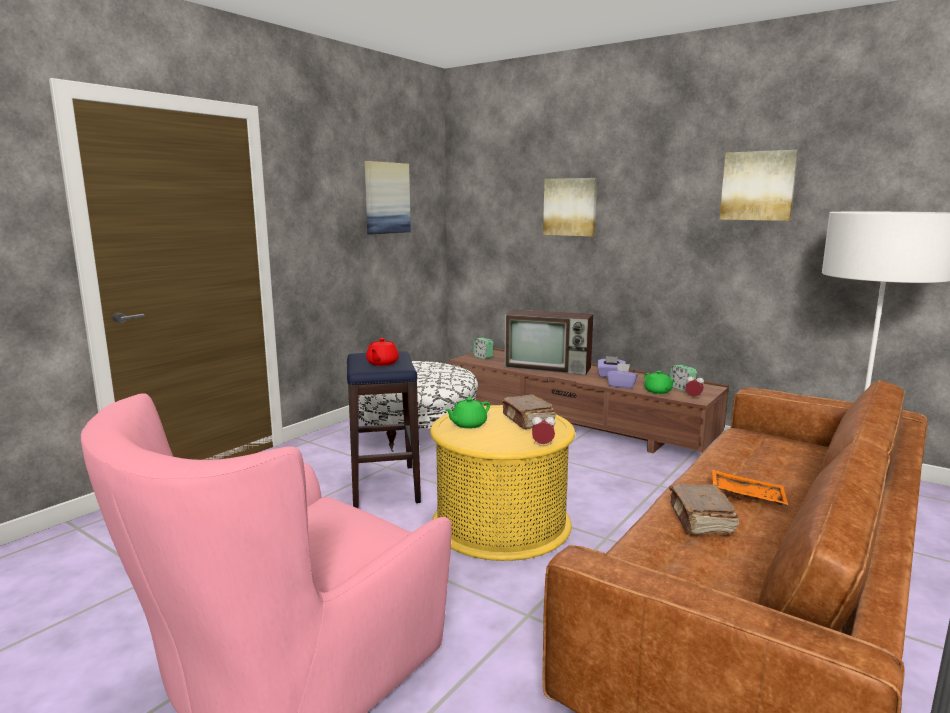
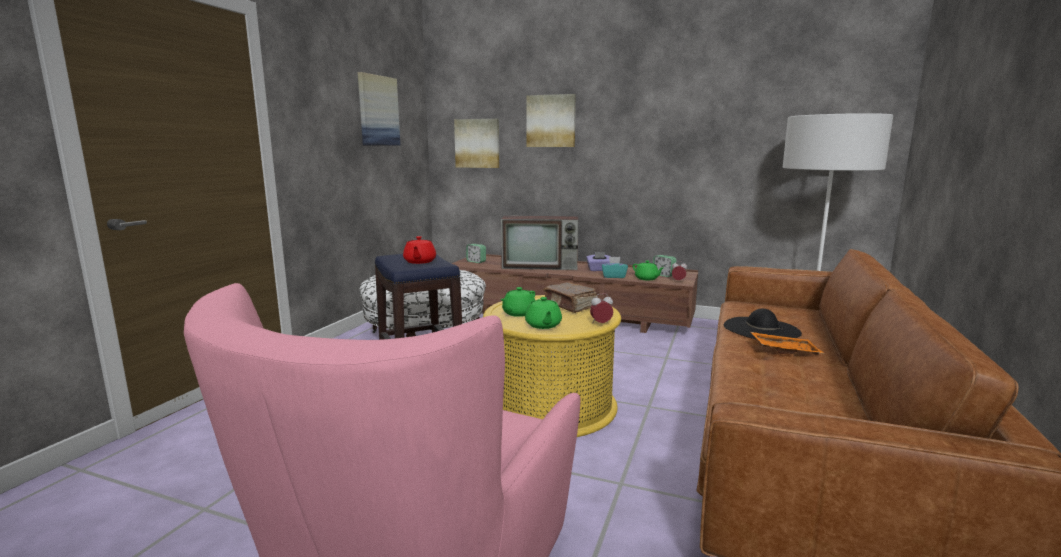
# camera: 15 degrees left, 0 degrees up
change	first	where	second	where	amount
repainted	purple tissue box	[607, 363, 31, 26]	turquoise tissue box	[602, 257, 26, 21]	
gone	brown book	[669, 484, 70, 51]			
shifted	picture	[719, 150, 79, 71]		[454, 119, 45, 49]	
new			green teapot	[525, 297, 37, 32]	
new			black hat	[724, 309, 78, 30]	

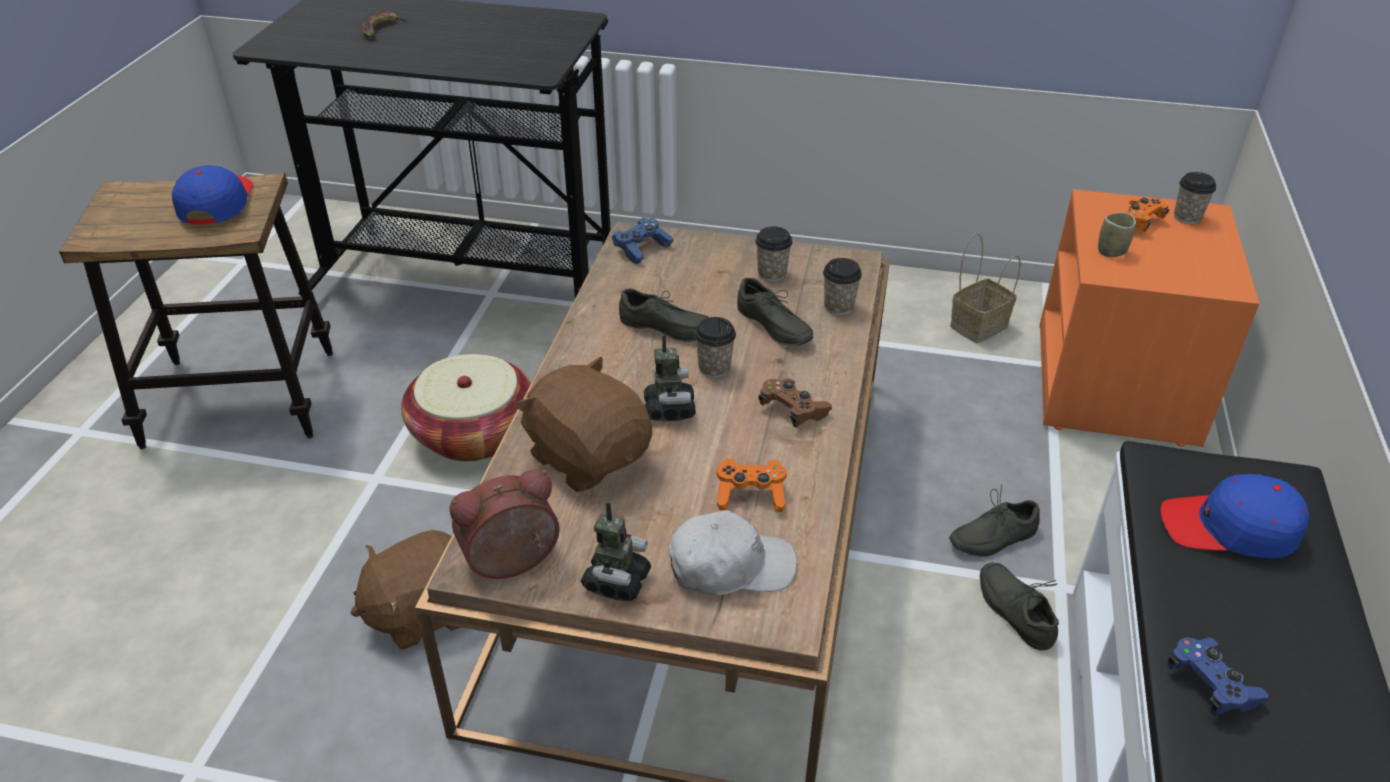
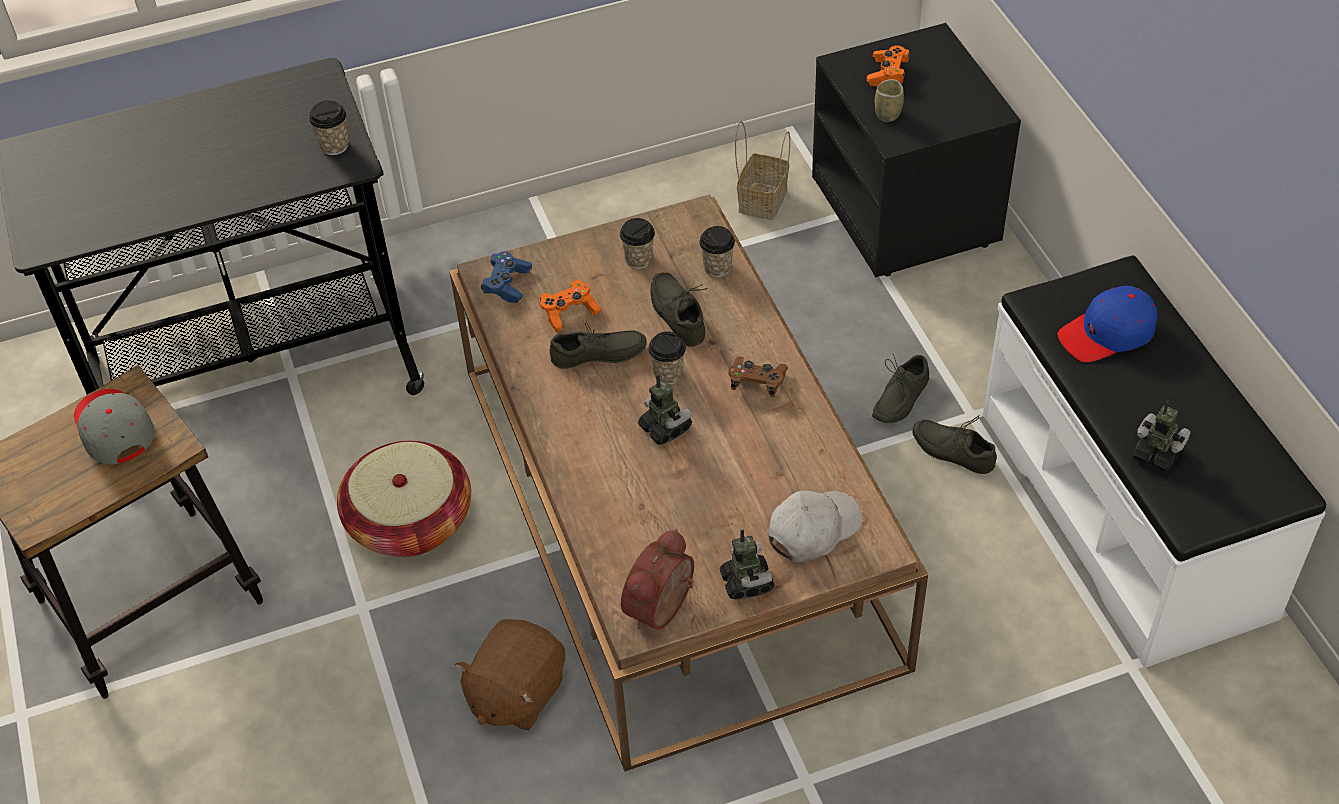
# camera: 30 degrees left, 10 degrees up
change	first	where	second	where	amount
repainted	blue cap	[172, 165, 81, 59]	grey cap	[74, 389, 81, 75]	
gone	banana	[361, 11, 48, 26]			
gone	brown plush toy	[515, 356, 137, 136]			
shifted	orange game controller	[716, 459, 70, 53]		[540, 280, 61, 52]	
rotated	grey shoe	[737, 278, 77, 68]		[650, 273, 58, 73]	135 degrees counterclockwise
repainted	orange nightstand	[1039, 189, 220, 258]	black nightstand	[812, 23, 209, 255]	
swapped	blue game controller	[1167, 637, 102, 79]	toy robot	[1133, 401, 57, 71]	
shifted	cup	[1174, 172, 42, 52]		[309, 100, 40, 55]	

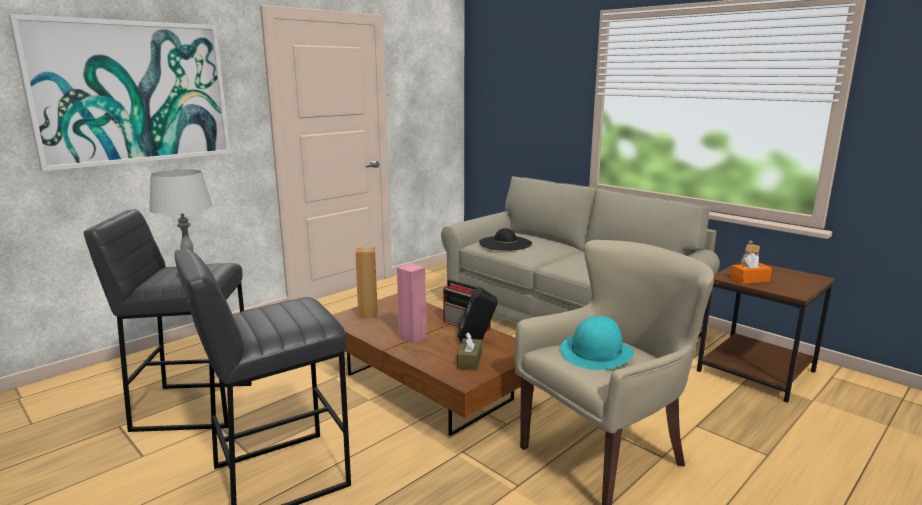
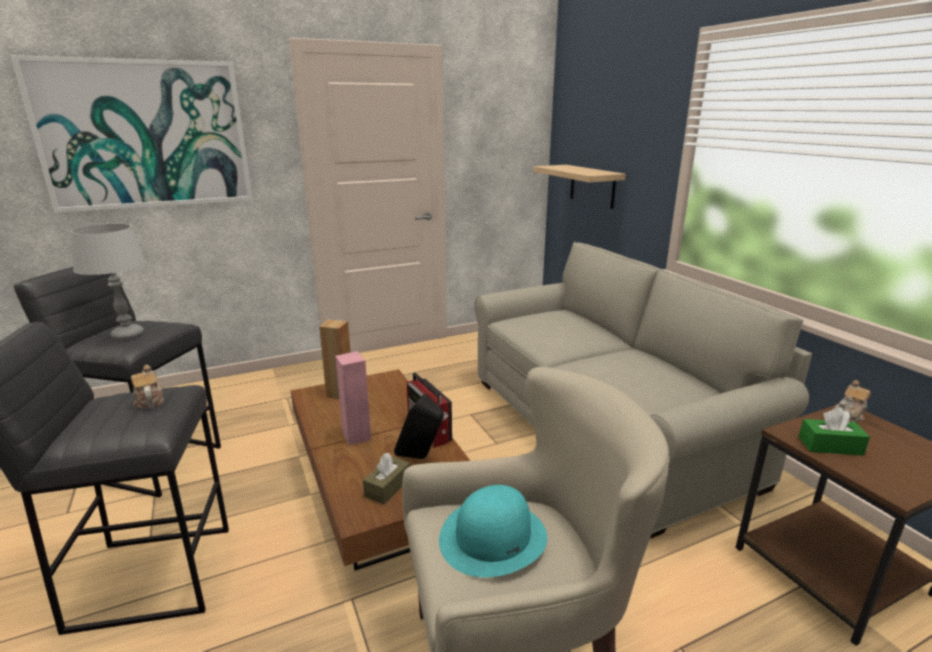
# camera: 20 degrees right, 5 degrees up
change	first	where	second	where	amount
gone	black hat	[479, 228, 53, 23]			
repainted	orange tissue box	[731, 253, 41, 31]	green tissue box	[799, 408, 71, 48]	
new			teapot	[131, 365, 32, 44]	
new			shelf	[533, 165, 93, 44]	

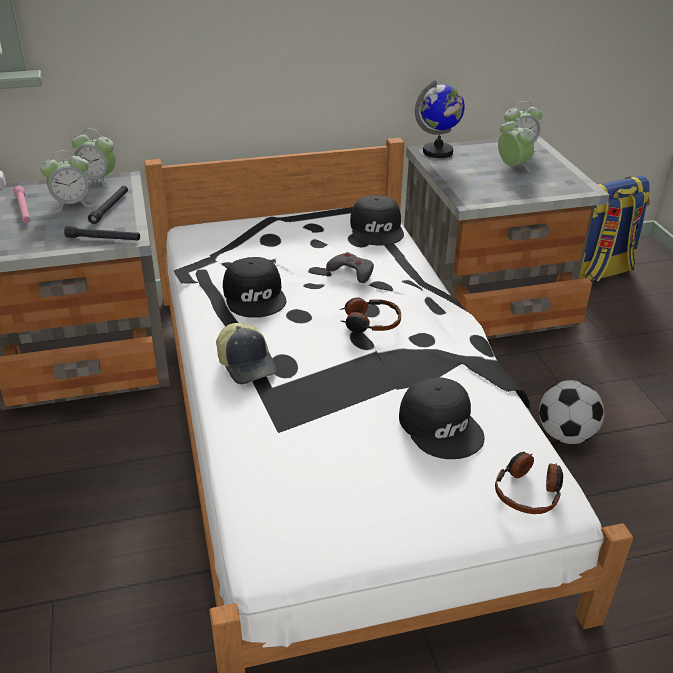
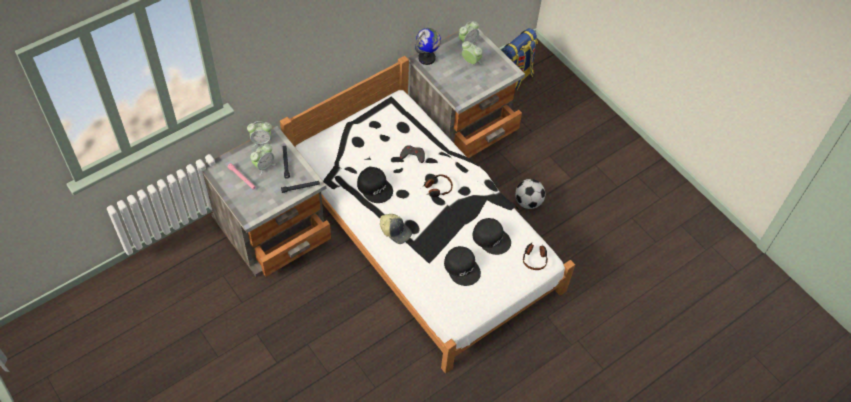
# camera: 25 degrees left, 20 degrees up
change	first	where	second	where	amount
shifted	black cap	[350, 195, 54, 51]		[444, 246, 37, 40]	

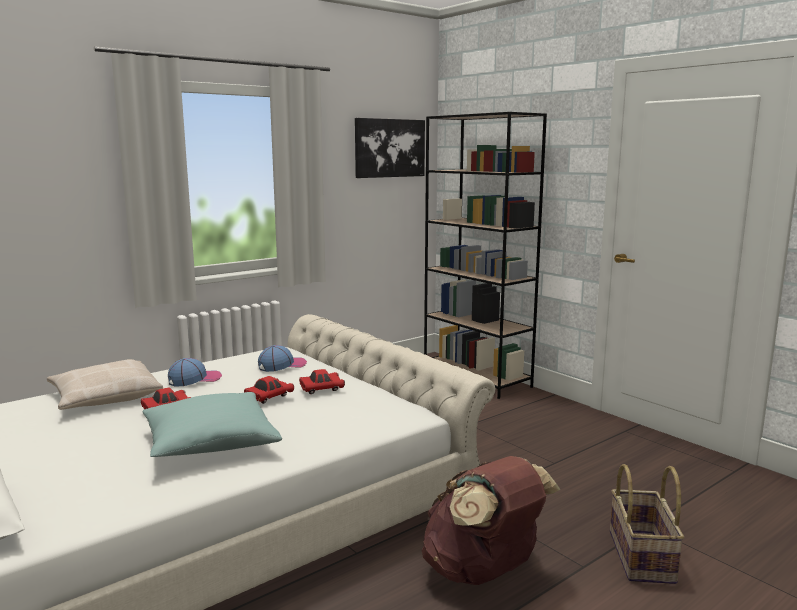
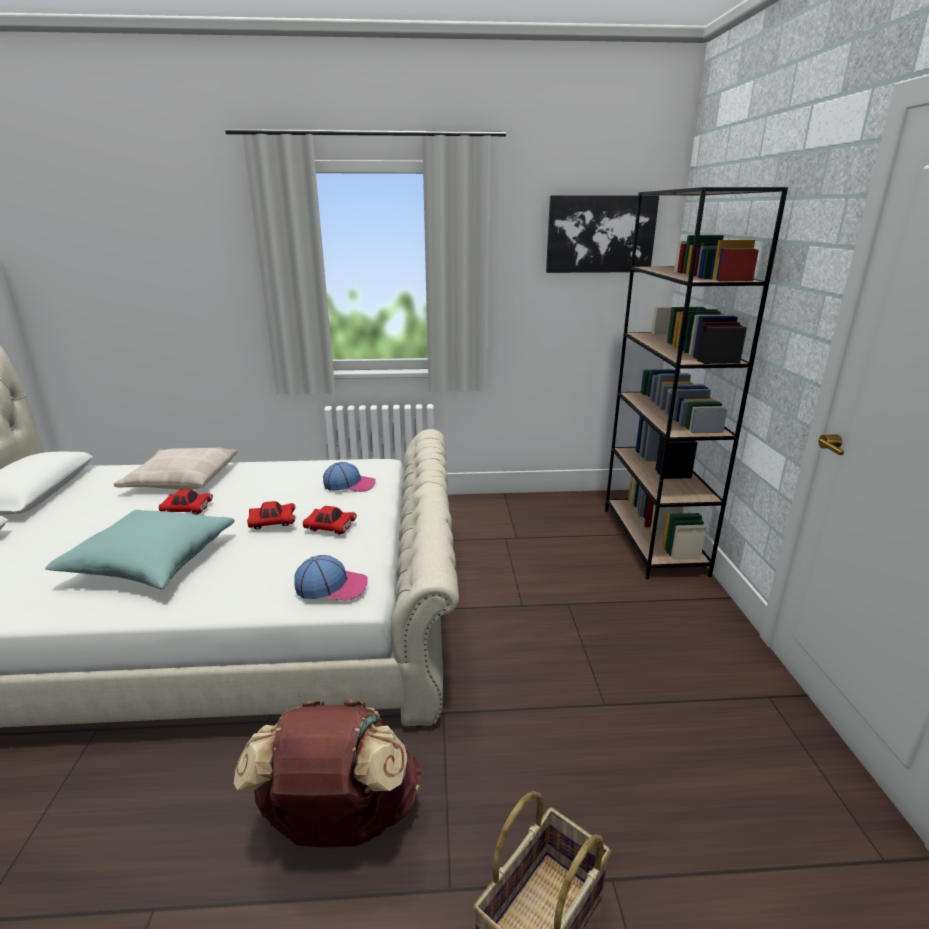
# camera: 35 degrees right, 10 degrees up
change	first	where	second	where	amount
shifted	cap	[168, 358, 54, 29]		[294, 555, 74, 46]	

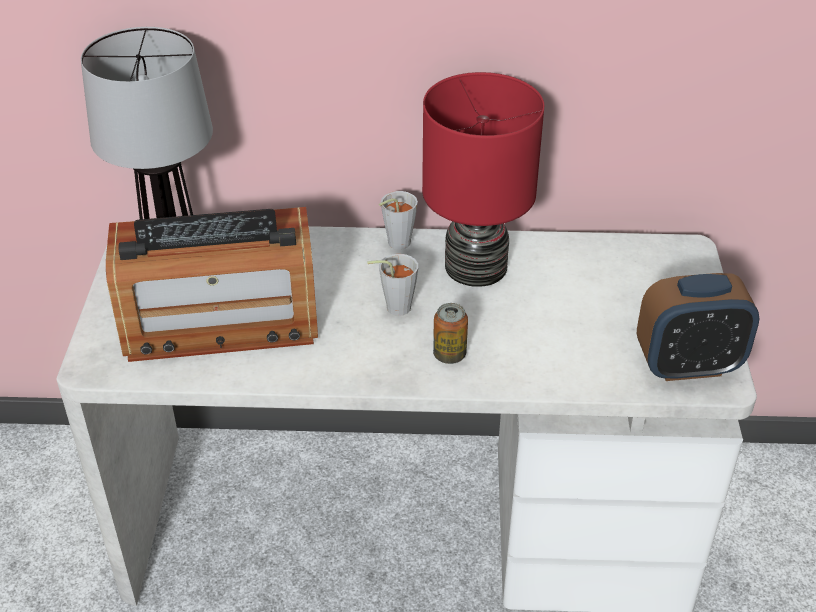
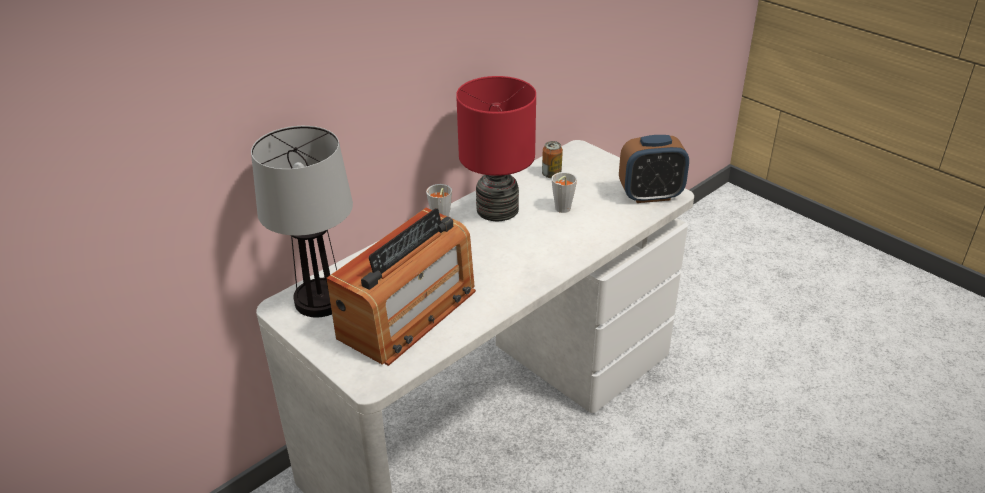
# camera: 45 degrees left, 5 degrees down
change	first	where	second	where	amount
shifted	grey cup	[367, 254, 51, 62]		[551, 172, 26, 41]	
shifted	can	[433, 303, 35, 61]		[542, 141, 21, 37]	
rotated	alarm clock	[637, 273, 123, 108]		[619, 135, 70, 68]	45 degrees clockwise

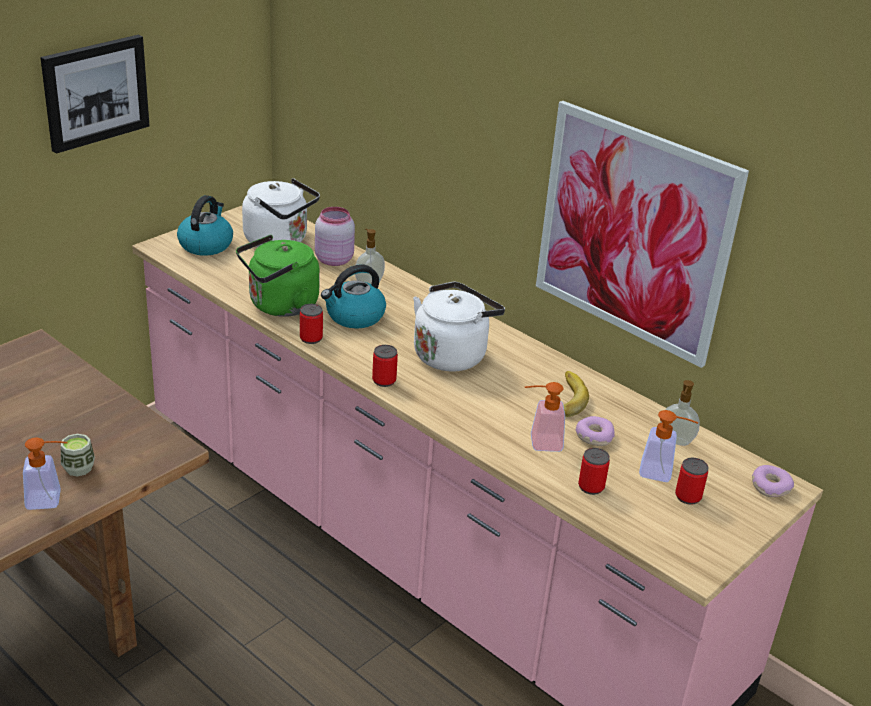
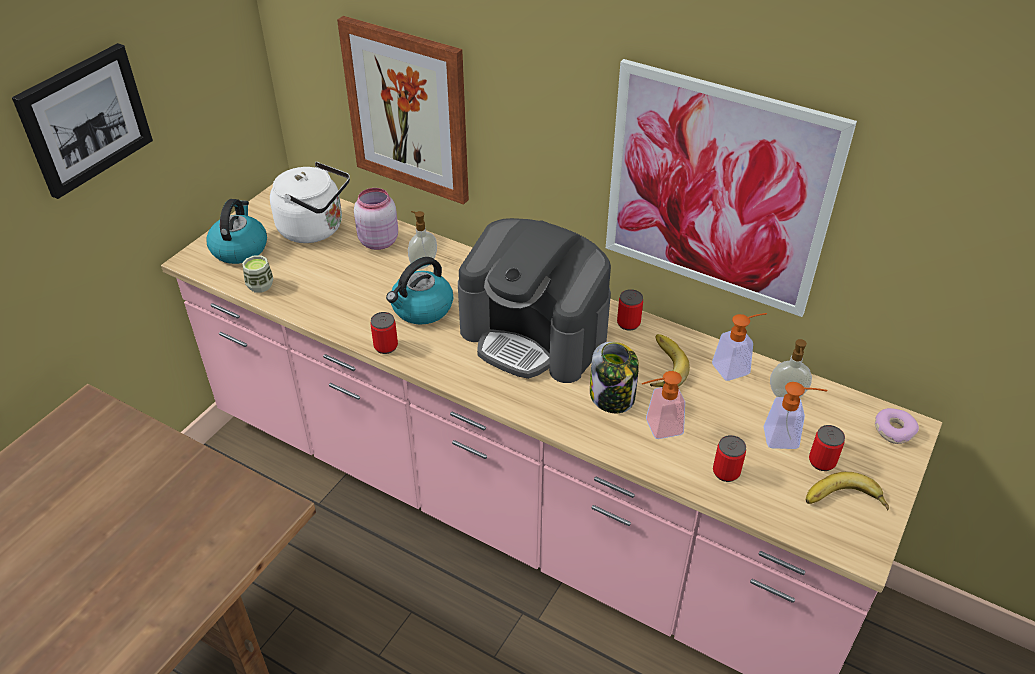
# camera: 10 degrees left, 10 degrees up
change	first	where	second	where	amount
shifted	soap dispenser	[23, 437, 45, 73]		[712, 313, 55, 68]	
shifted	cup	[61, 434, 34, 43]		[242, 255, 31, 38]	
gone	green kettle	[236, 235, 84, 82]			
shifted	can	[372, 345, 26, 42]		[617, 289, 26, 42]	
swapped	white kettle	[413, 281, 92, 91]	coffee machine	[458, 218, 153, 165]	
gone	donut	[576, 416, 39, 30]			
new			picture	[337, 16, 132, 189]	
new			jar	[590, 342, 49, 71]	
new			banana	[806, 472, 83, 38]	

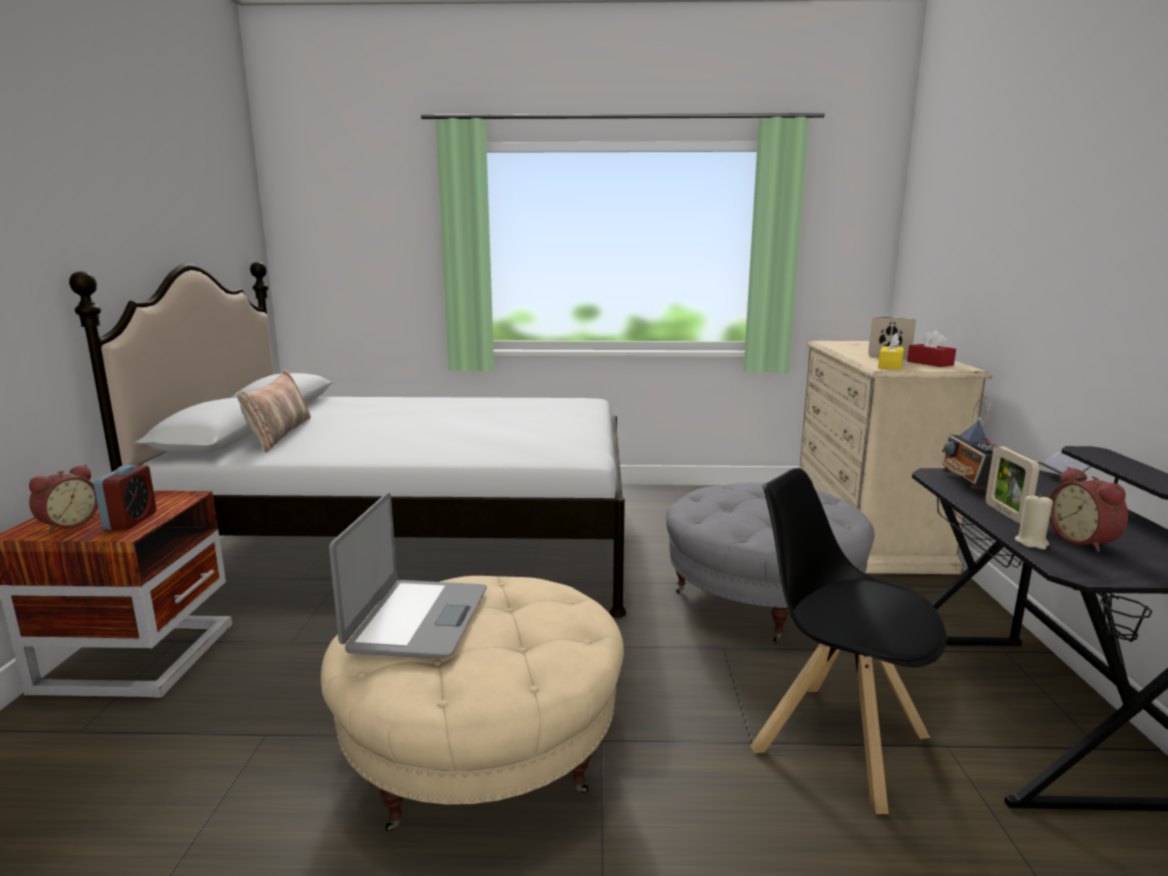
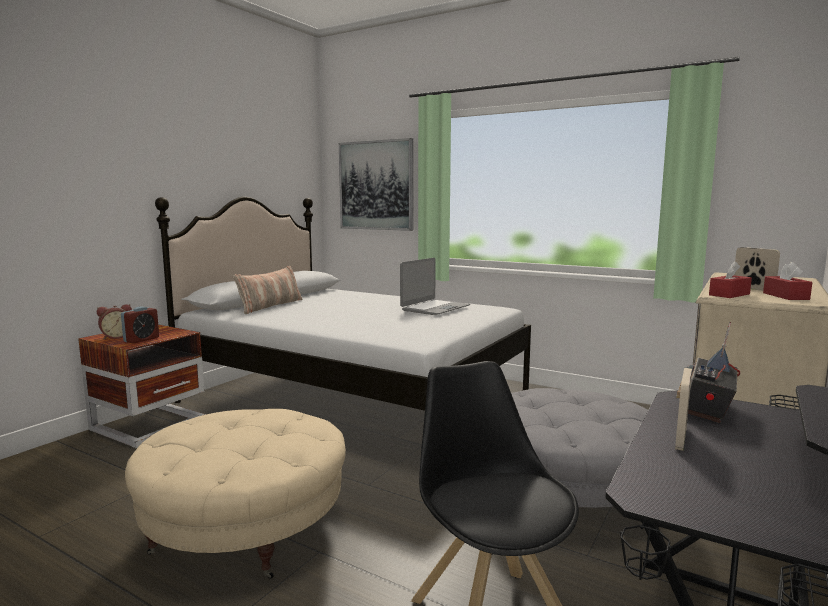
# camera: 30 degrees right, 5 degrees down
change	first	where	second	where	amount
shifted	laptop	[329, 493, 158, 166]		[400, 258, 70, 57]	
repainted	yellow tissue box	[878, 333, 26, 37]	red tissue box	[709, 261, 43, 37]	
gone	beige candle	[1015, 494, 38, 55]			
gone	alarm clock	[1050, 467, 78, 85]			
new			picture	[339, 138, 74, 93]	

